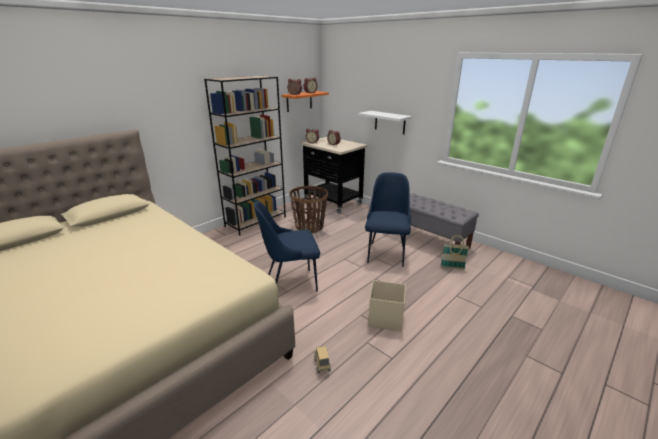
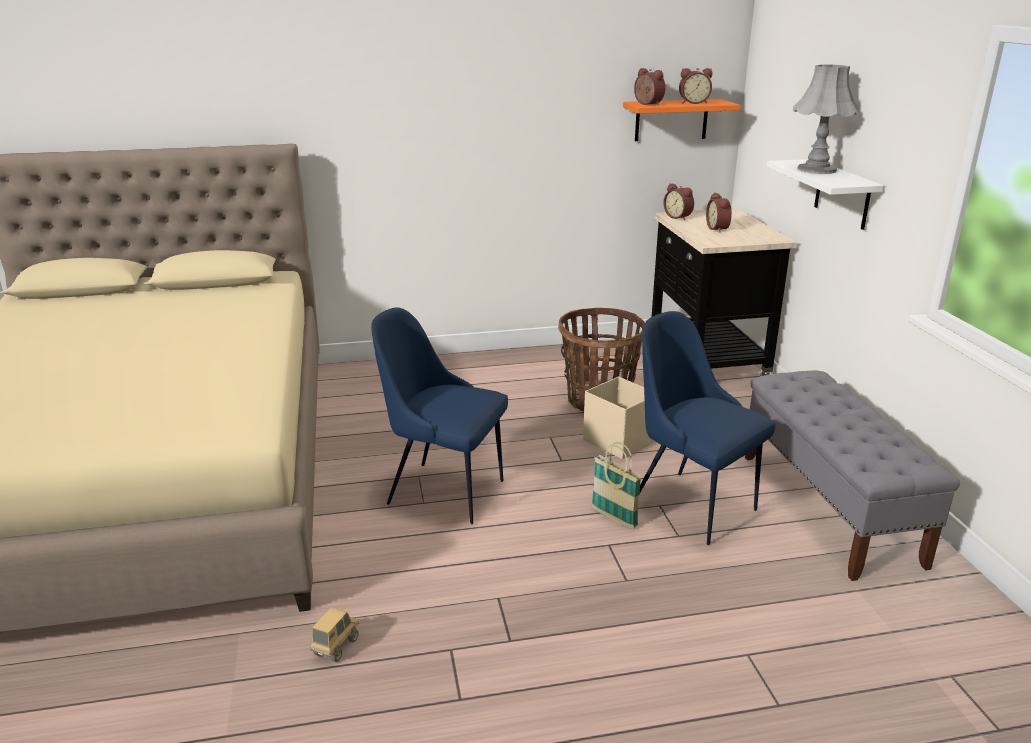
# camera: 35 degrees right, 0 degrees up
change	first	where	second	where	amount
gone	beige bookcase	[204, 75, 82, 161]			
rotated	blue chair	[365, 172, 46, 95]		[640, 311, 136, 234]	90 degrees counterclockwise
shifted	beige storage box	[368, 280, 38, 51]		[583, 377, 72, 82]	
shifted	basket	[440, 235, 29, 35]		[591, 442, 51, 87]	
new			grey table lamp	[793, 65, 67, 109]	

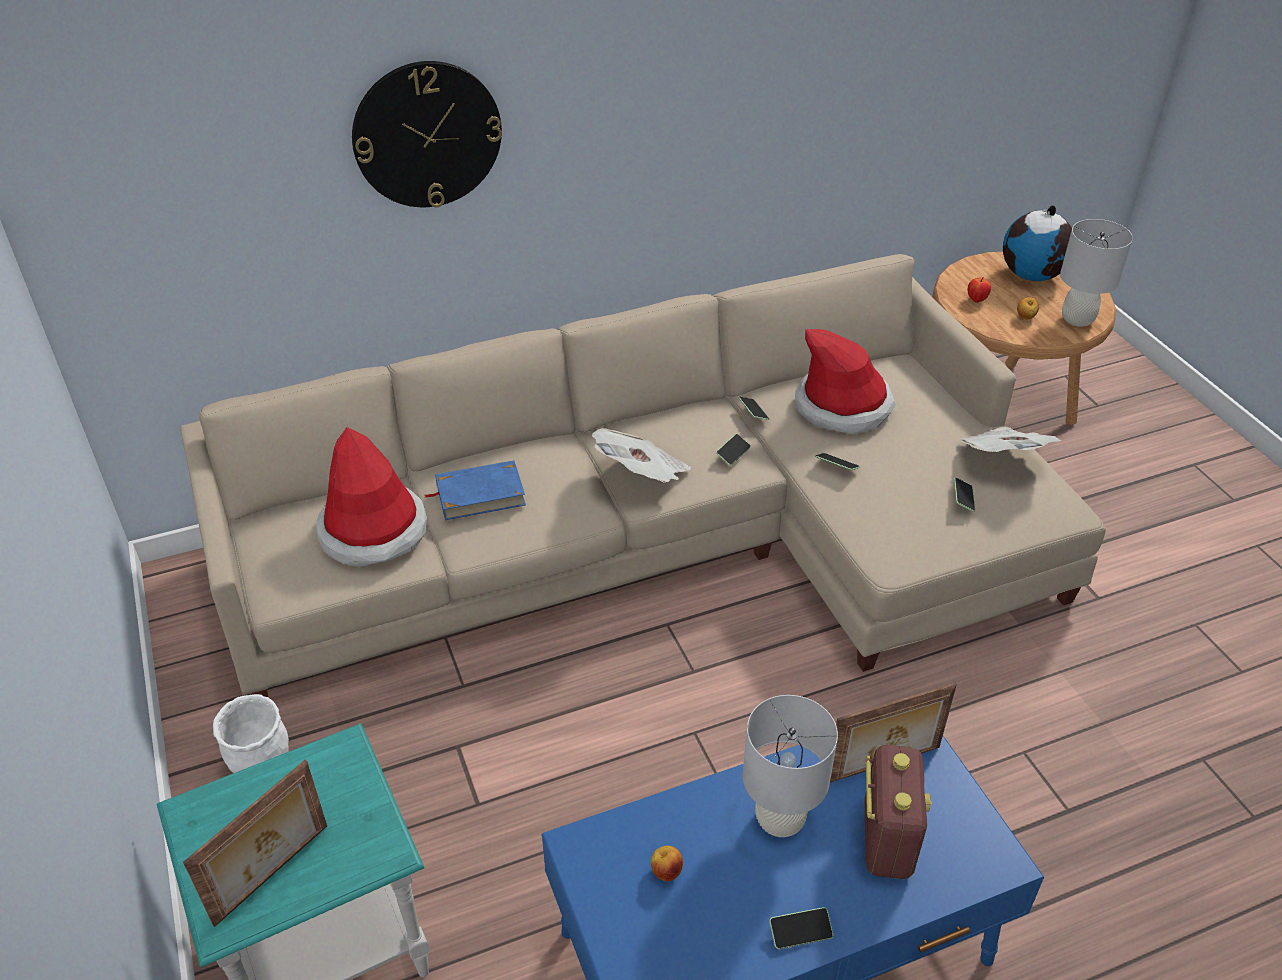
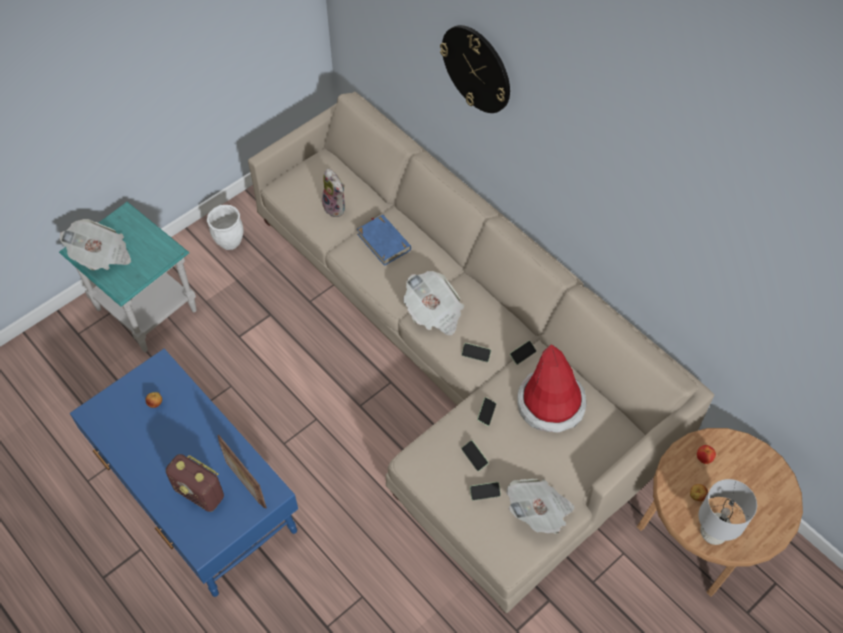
# camera: 70 degrees right, 15 degrees up
change	first	where	second	where	amount
swapped	picture frame	[183, 760, 144, 167]	newspaper	[60, 219, 71, 51]	
swapped	hat	[316, 427, 111, 140]	plush toy	[322, 169, 23, 48]	
gone	grey table lamp	[743, 695, 95, 142]			
shifted	phone	[769, 907, 64, 42]		[461, 440, 28, 31]	
rotated	radio	[865, 745, 67, 134]		[166, 454, 58, 58]	45 degrees clockwise
gone	globe	[1003, 205, 69, 76]			

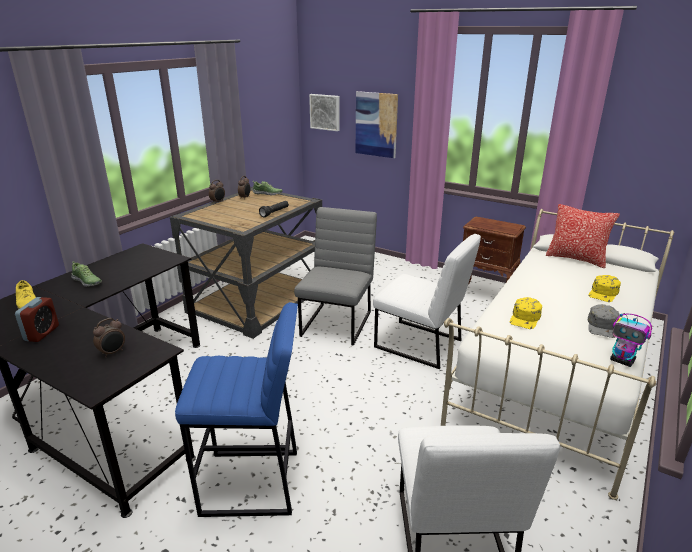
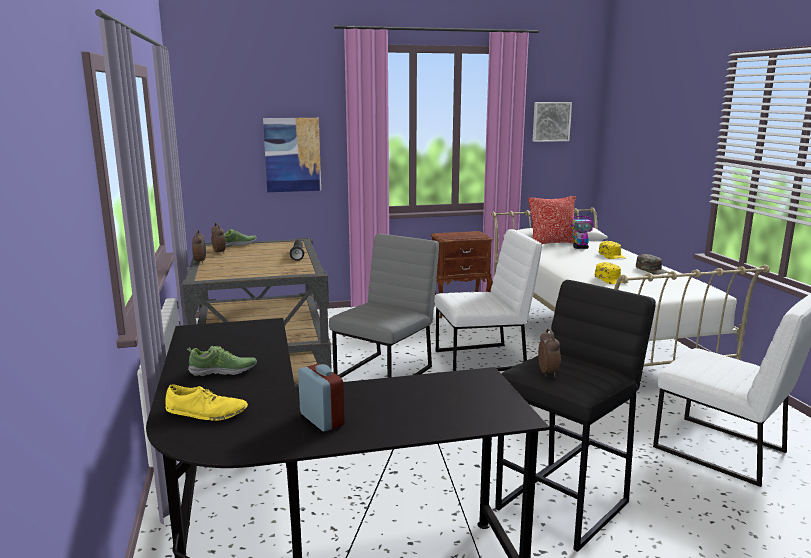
# camera: 45 degrees left, 10 degrees down
change	first	where	second	where	amount
shifted	alarm clock	[93, 318, 32, 40]		[538, 329, 23, 48]	
repainted	blue stool	[175, 302, 123, 215]	black stool	[495, 280, 161, 272]	
rotated	grey chair	[294, 207, 83, 139]		[329, 234, 110, 144]	60 degrees clockwise
shifted	picture	[309, 94, 31, 37]		[533, 102, 39, 40]	
repainted	grey cap	[588, 304, 31, 34]	green cap	[636, 254, 33, 21]	
shifted	toy robot	[610, 313, 42, 54]		[571, 212, 22, 37]	

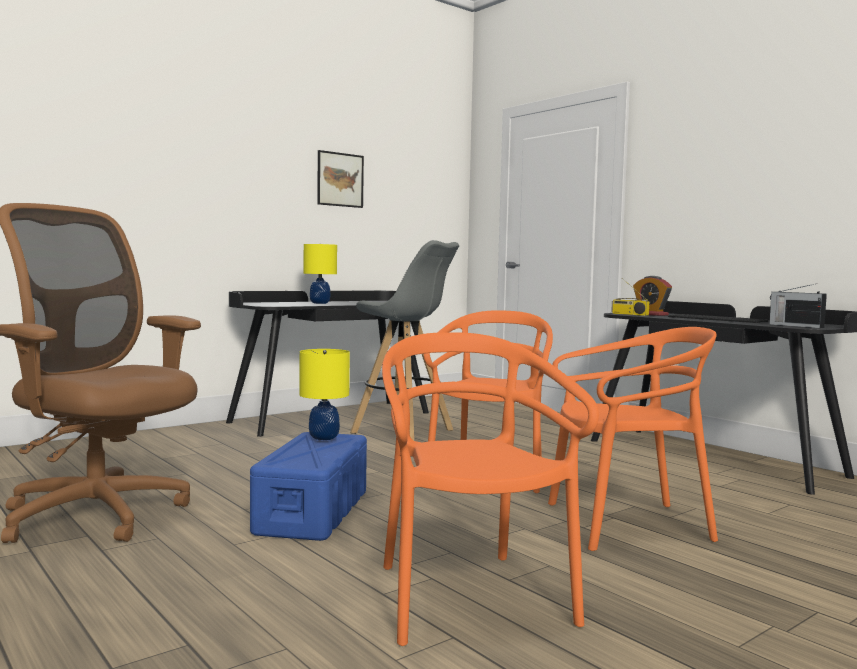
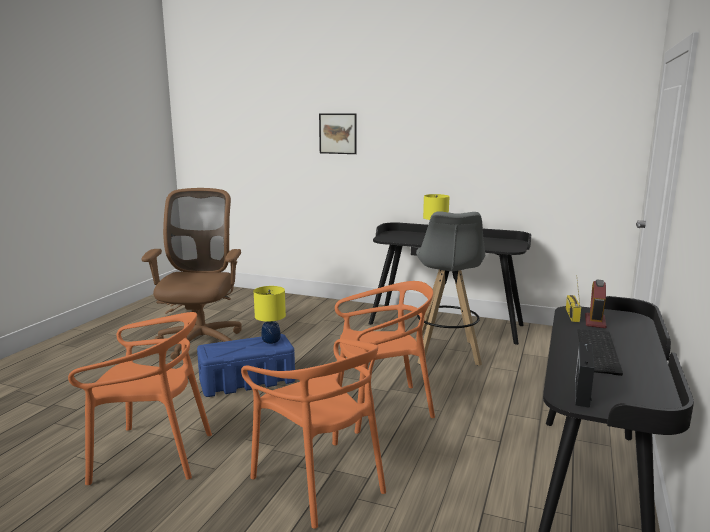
# camera: 60 degrees right, 10 degrees up
change	first	where	second	where	amount
shifted	picture	[317, 150, 47, 58]		[319, 113, 37, 41]	
rotated	orange chair	[382, 332, 217, 314]		[68, 312, 144, 173]	45 degrees clockwise

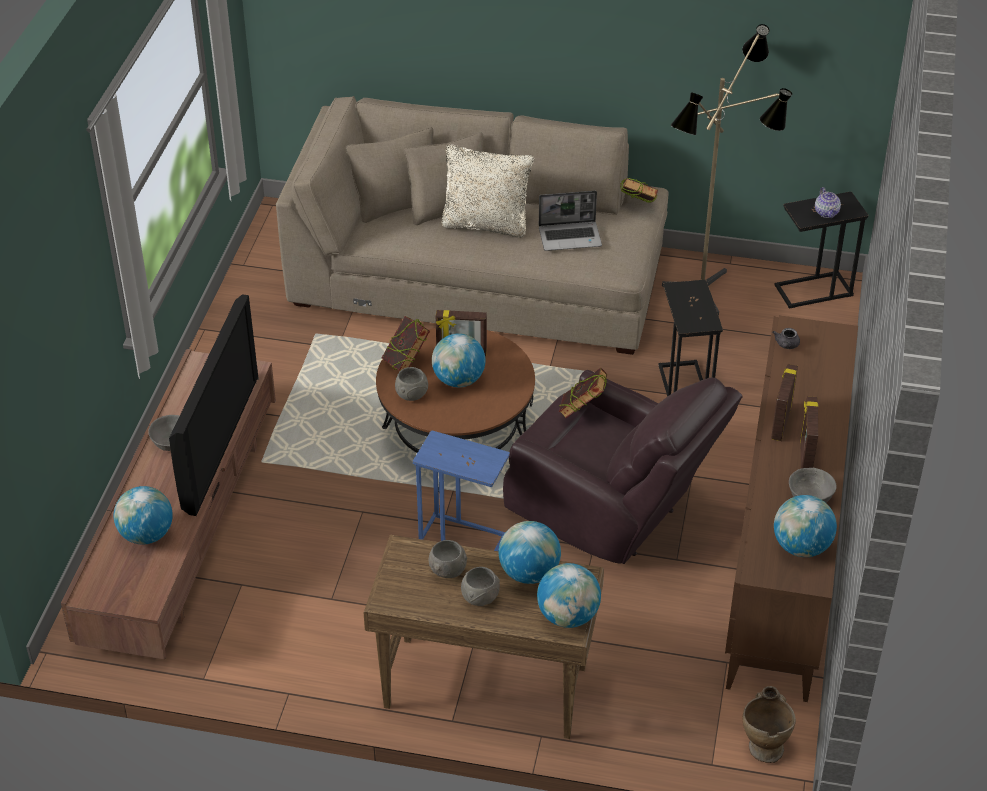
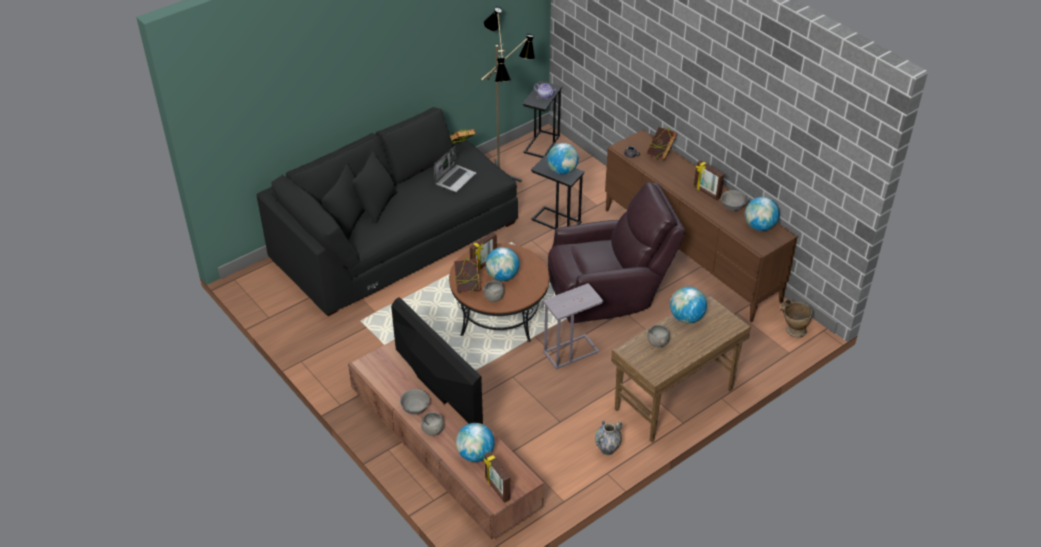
# camera: 50 degrees left, 0 degrees up
change	first	where	second	where	amount
repainted	beige sofa	[276, 96, 393, 259]	black sofa	[256, 107, 262, 209]	
repainted	blue side table	[413, 430, 97, 121]	grey side table	[543, 283, 60, 87]	
gone	beige pillow	[442, 144, 93, 94]			
shifted	grey bowl	[461, 567, 39, 39]		[421, 412, 23, 24]	
shifted	globe	[537, 563, 64, 65]		[547, 143, 32, 31]	
shifted	book	[559, 368, 48, 51]		[647, 127, 30, 33]	
shifted	picture frame	[771, 364, 27, 77]		[483, 452, 27, 51]	
new			vase	[595, 421, 27, 35]	

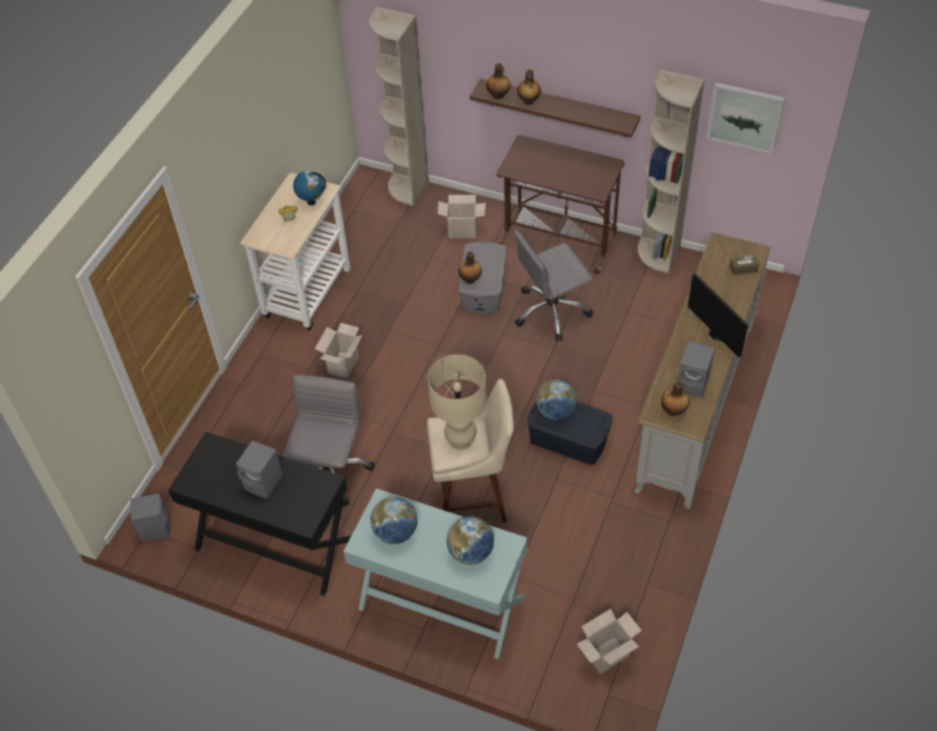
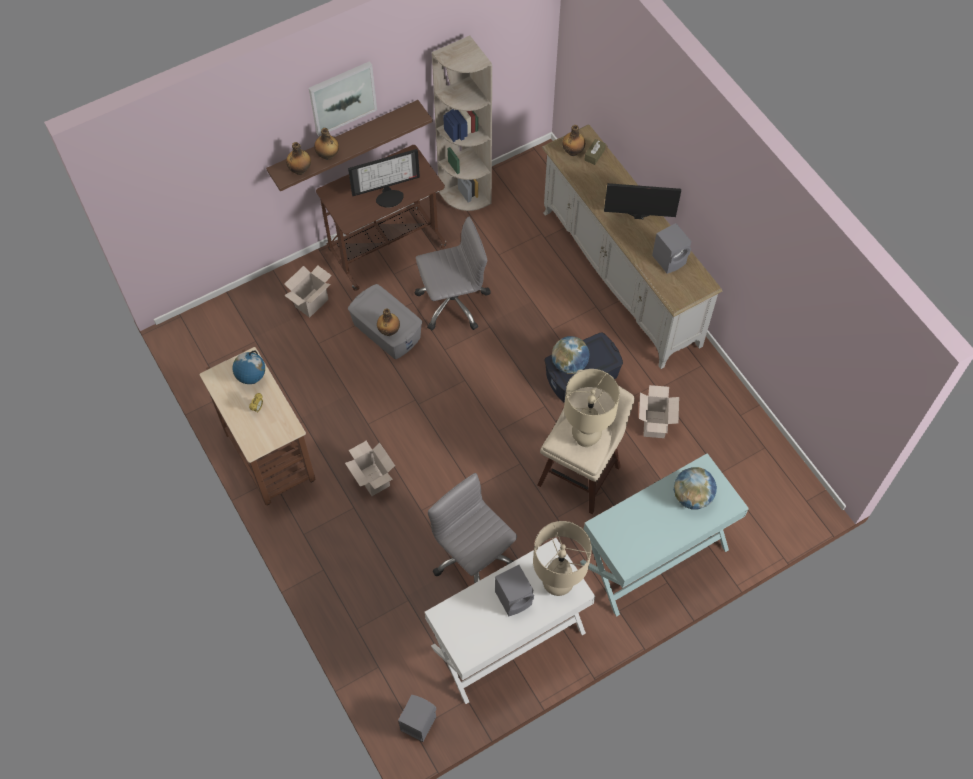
# camera: 55 degrees left, 10 degrees up
change	first	where	second	where	amount
repainted	black desk	[168, 432, 184, 164]	white desk	[425, 538, 170, 166]	
repainted	white cart	[240, 173, 111, 157]	brown cart	[200, 347, 116, 158]	
gone	beige bookcase	[369, 7, 60, 199]			
gone	globe	[370, 497, 47, 47]			
rotated	grey office chair	[514, 230, 79, 111]		[415, 217, 76, 113]	120 degrees counterclockwise
shifted	cardboard box	[577, 609, 65, 65]		[639, 385, 40, 53]	
shifted	bottle	[661, 380, 29, 36]		[562, 125, 23, 31]	
shifted	picture	[707, 82, 78, 72]		[309, 61, 68, 75]	
new			monitor	[348, 149, 72, 59]	
new			beige table lamp	[533, 521, 59, 75]	

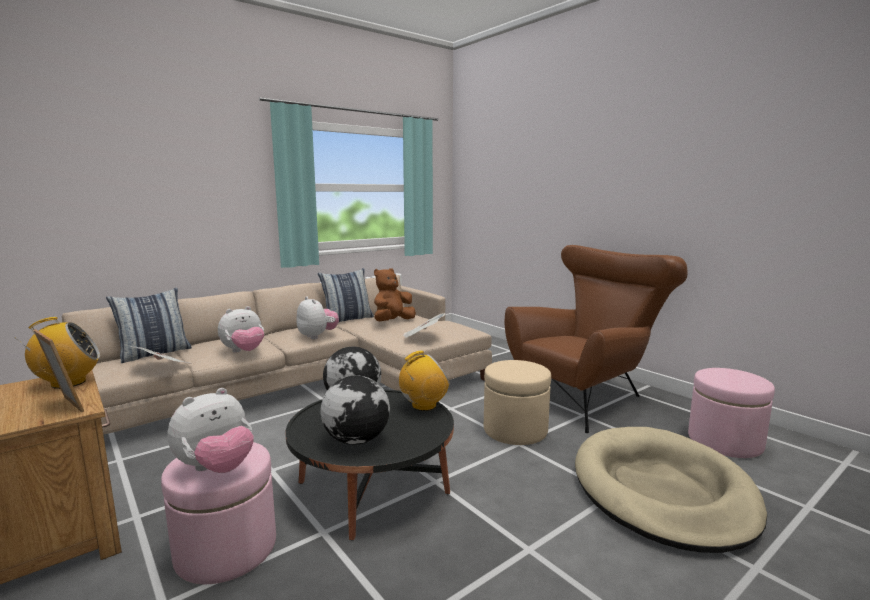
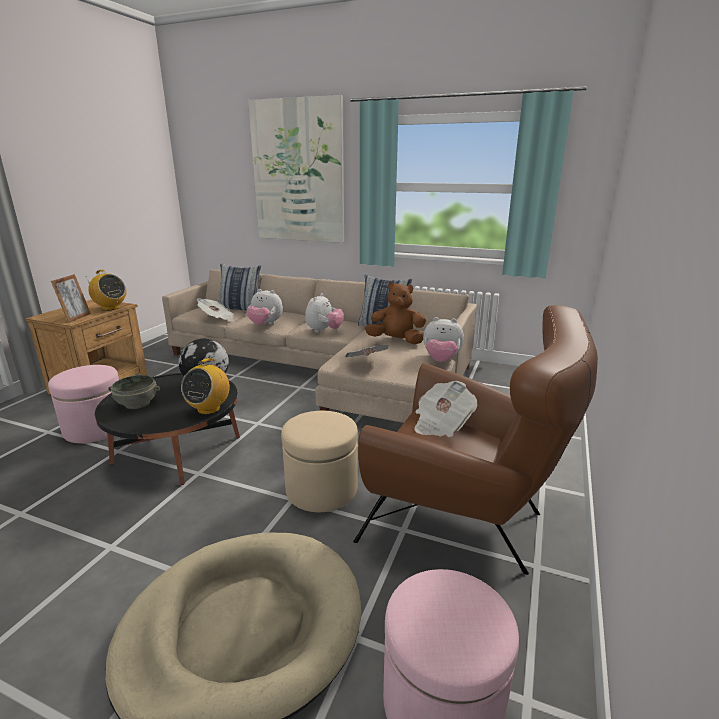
# camera: 60 degrees right, 10 degrees up
change	first	where	second	where	amount
shifted	plush toy	[168, 388, 86, 85]		[423, 317, 41, 45]	
swapped	globe	[320, 376, 70, 69]	grey bowl	[108, 375, 52, 34]	
rotated	radio	[399, 350, 51, 61]		[181, 358, 49, 57]	75 degrees clockwise
new			picture	[248, 95, 96, 148]	
new			newspaper	[414, 381, 63, 56]	

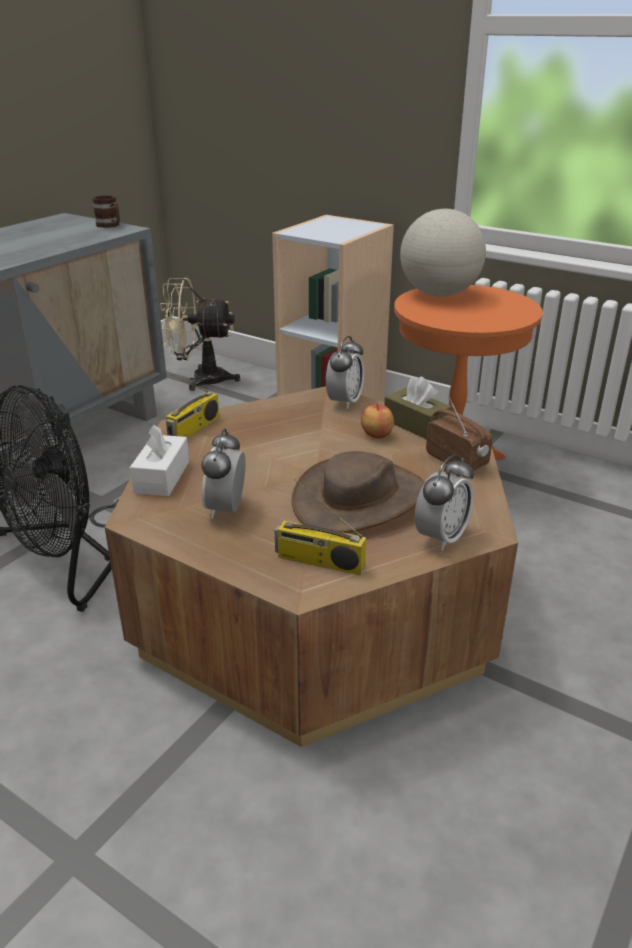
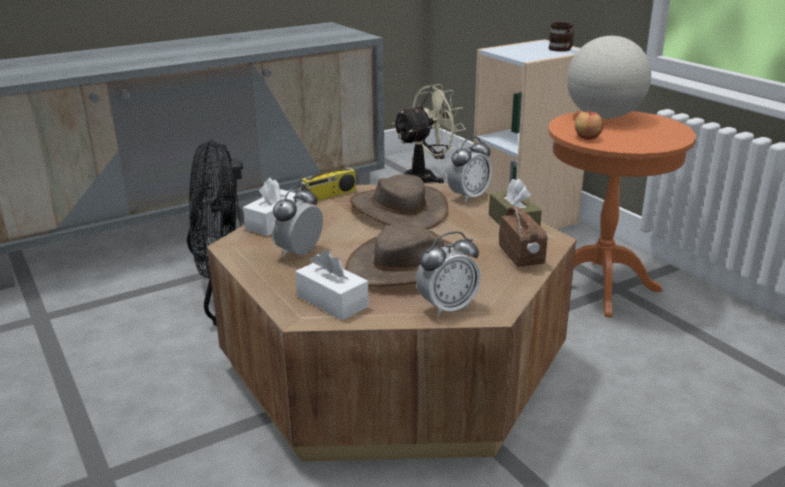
# camera: 25 degrees right, 5 degrees down
change	first	where	second	where	amount
shifted	brown mug	[92, 195, 28, 33]		[548, 22, 26, 30]	
rotated	beige fan	[160, 277, 80, 114]		[392, 84, 74, 99]	120 degrees clockwise
swapped	radio	[275, 479, 91, 96]	white tissue box	[296, 250, 73, 70]	
shifted	apple	[361, 404, 33, 34]		[575, 109, 28, 31]	
new			brown hat	[350, 174, 98, 55]	

